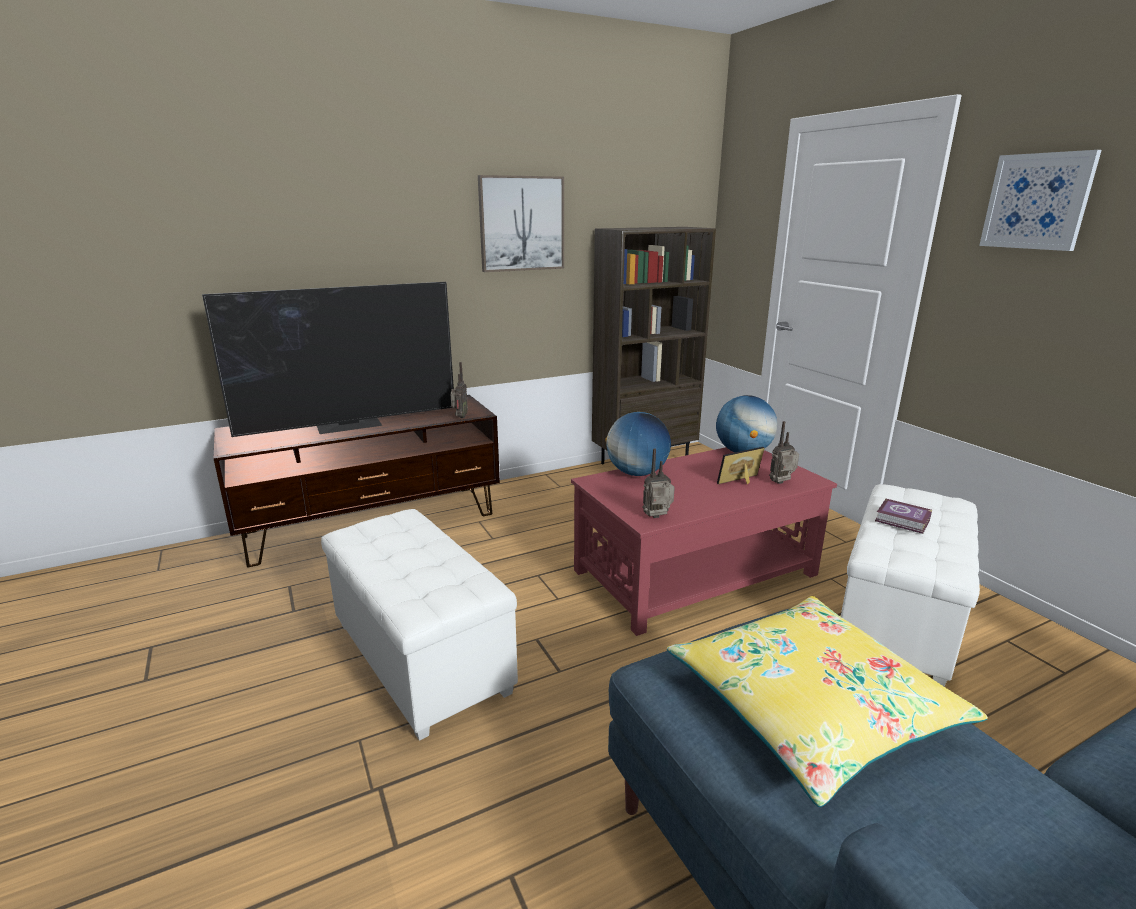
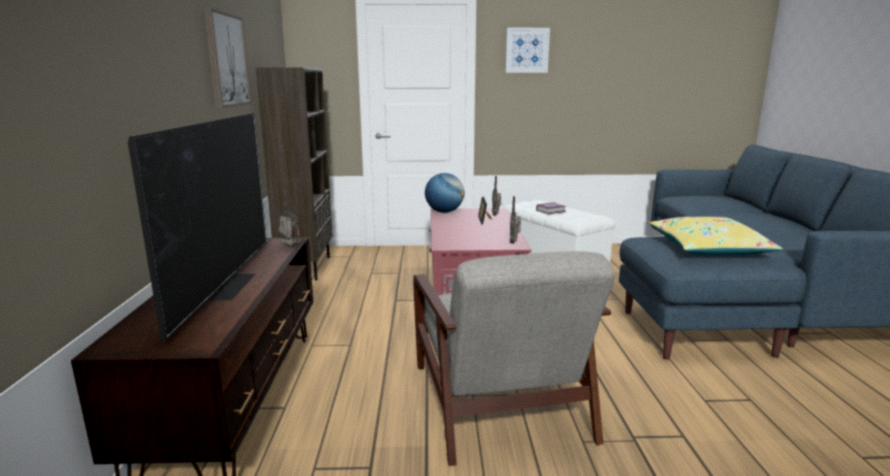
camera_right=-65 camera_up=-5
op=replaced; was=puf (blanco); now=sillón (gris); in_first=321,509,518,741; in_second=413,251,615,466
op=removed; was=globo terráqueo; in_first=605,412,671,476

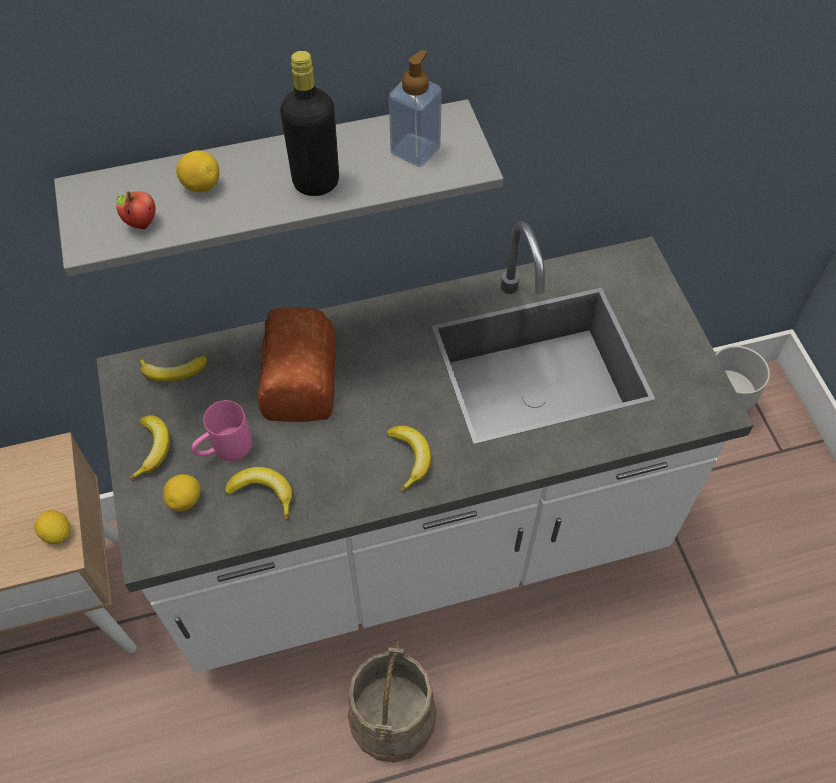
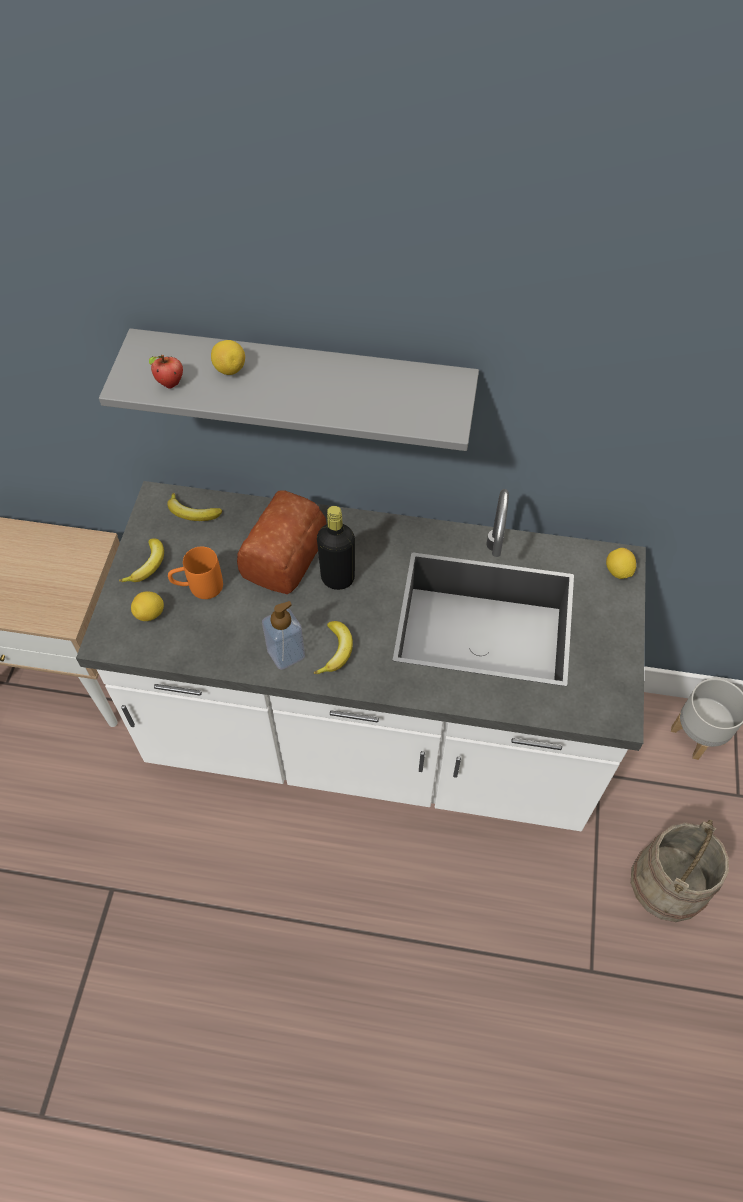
camera_right=25 camera_up=0
op=moved; was=limón; in_first=34,510,71,544; in_second=606,548,636,579
op=recoloured; was=taza grande (rosa); now=taza grande (naranja); in_first=192,400,252,461; in_second=168,546,223,599
op=removed; was=plátano; in_first=225,467,293,520
op=moved; was=botella (negro); in_first=280,51,339,196; in_second=317,506,355,590
op=moved; was=cubo (beis); in_first=348,641,436,762; in_second=631,820,729,922
op=moved; was=dispensador de jabón; in_first=389,50,442,167; in_second=262,601,305,670

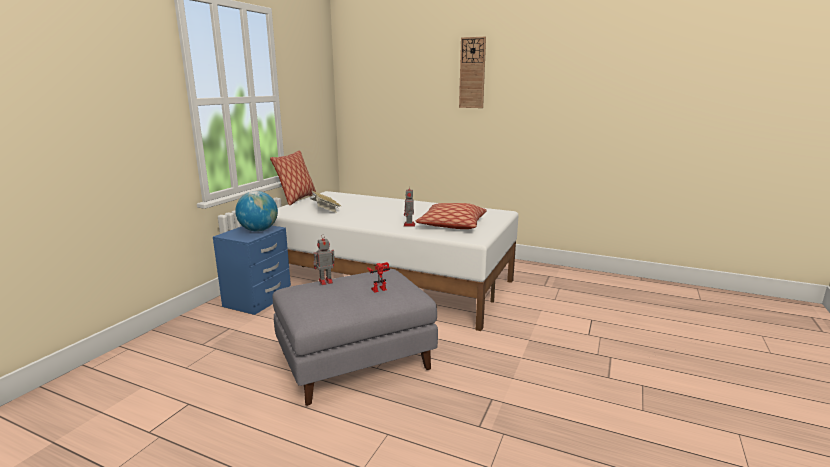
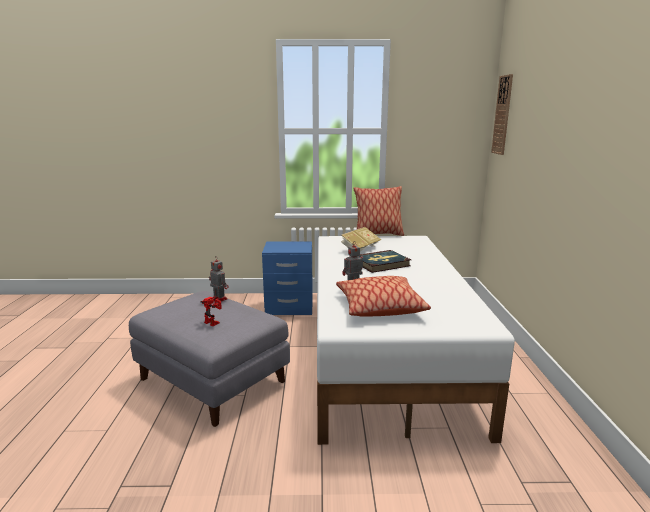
camera_right=65 camera_up=0
op=removed; was=globo terráqueo; in_first=235,191,278,232
op=moved; was=reloj de pared; in_first=459,37,486,108; in_second=491,74,513,155
op=added; now=libro; in_second=358,250,411,273

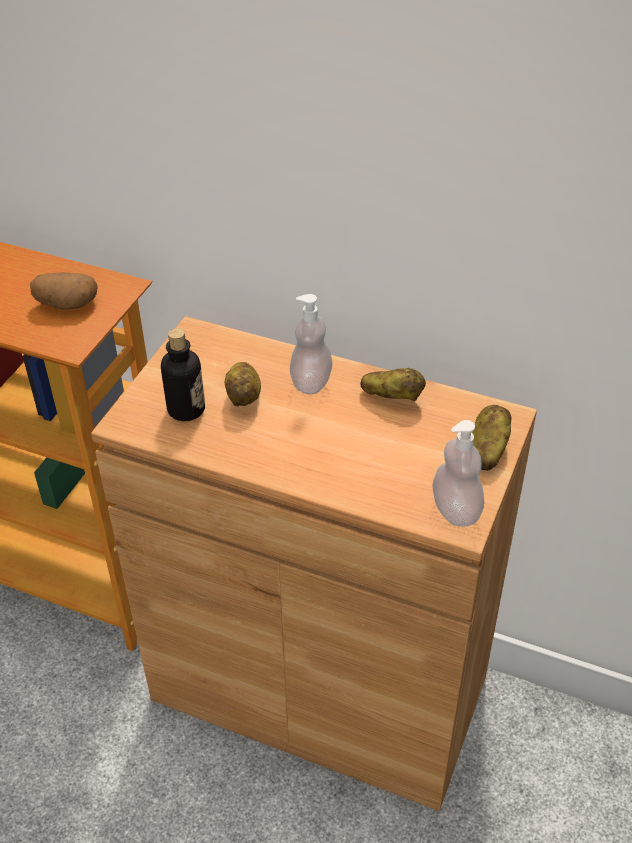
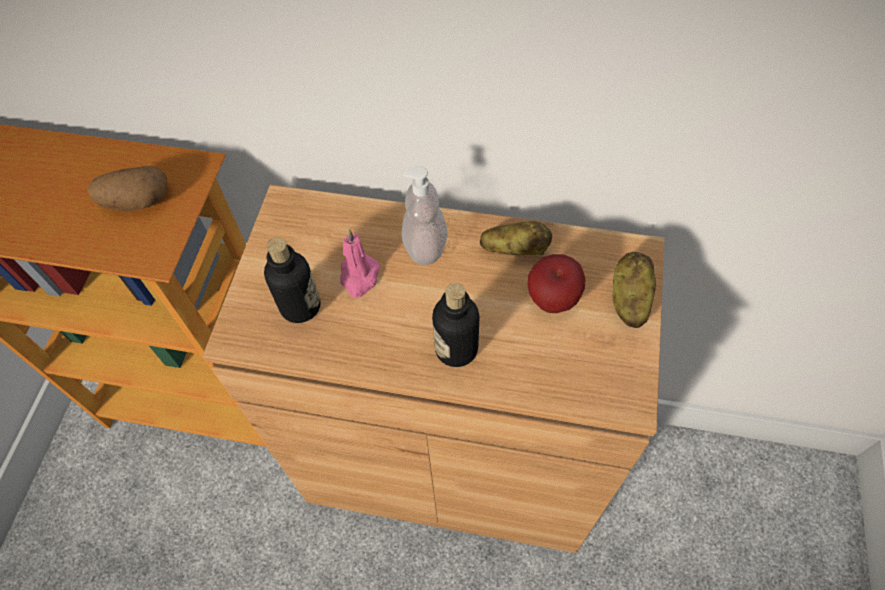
camera_right=-10 camera_up=15
op=replaced; was=patata; now=vela (rosa); in_first=225,362,261,407; in_second=340,229,380,298
op=removed; was=dispensador de jabón; in_first=432,420,484,527
op=added; now=botella; in_second=432,283,479,367
op=added; now=manzana; in_second=528,254,585,313

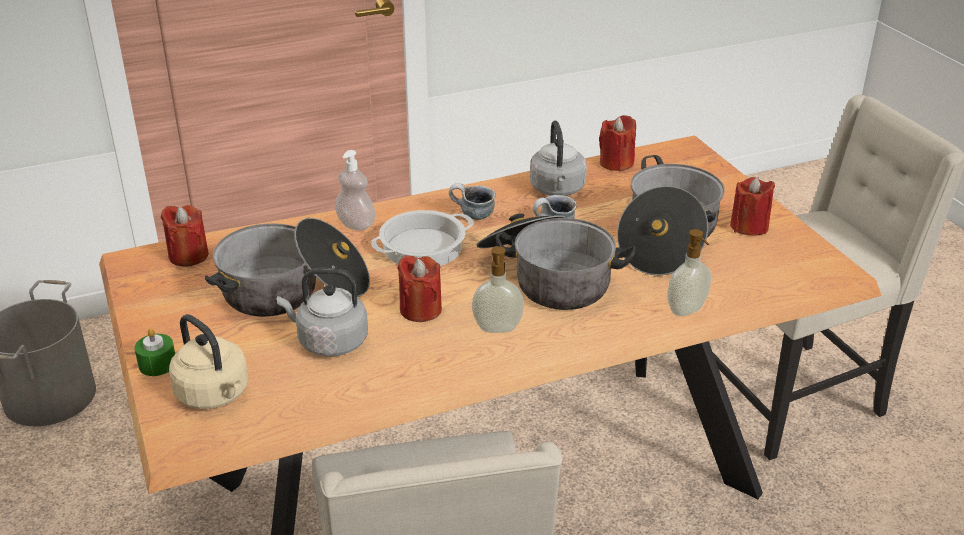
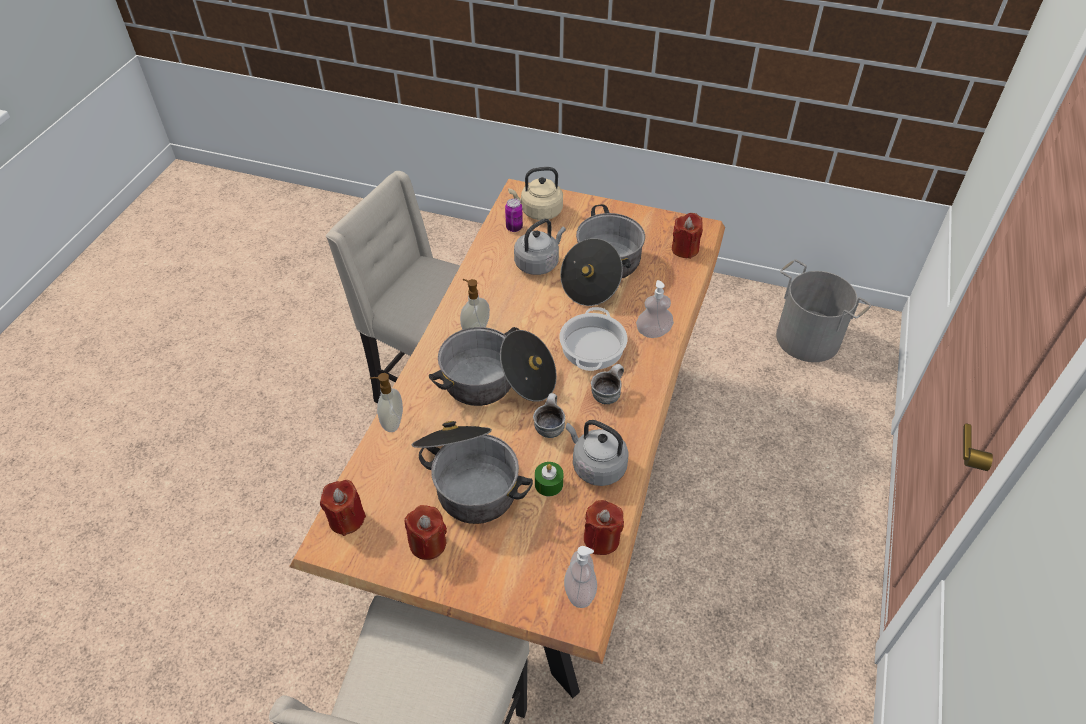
camera_right=130 camera_up=15
op=moved; was=vela (verde); in_first=134,328,175,376; in_second=535,462,563,496
op=moved; was=vela (rojo); in_first=397,255,442,322; in_second=320,480,366,536
op=added; now=lata; in_second=505,198,523,232
op=added; now=dispensador de jabón; in_second=564,546,597,608

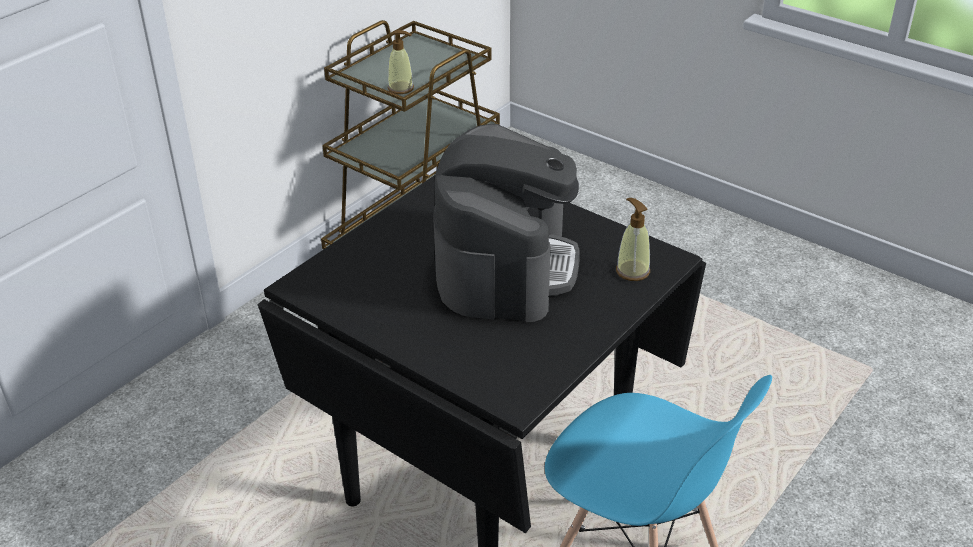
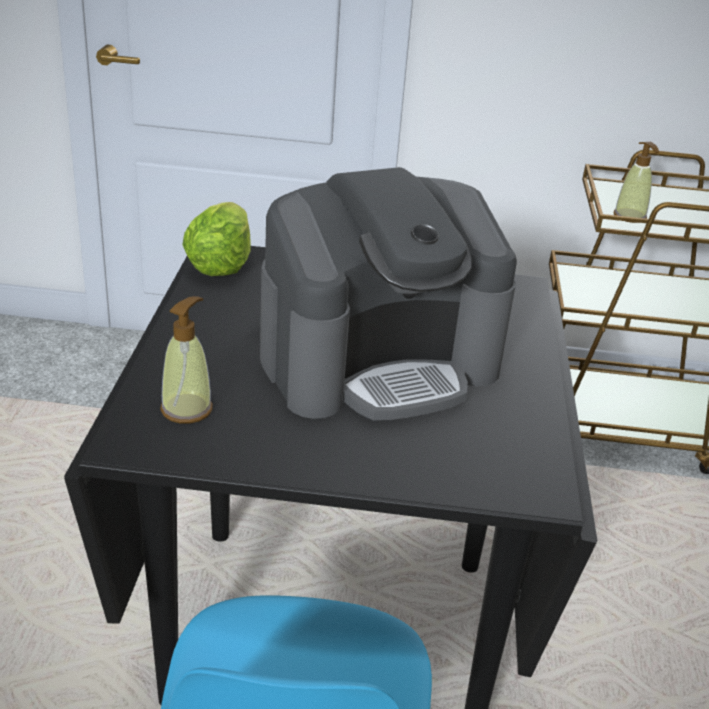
camera_right=55 camera_up=-5
op=moved; was=dispensador de jabón; in_first=616,198,650,281; in_second=160,296,213,423
op=added; now=lechuga; in_second=182,202,251,276

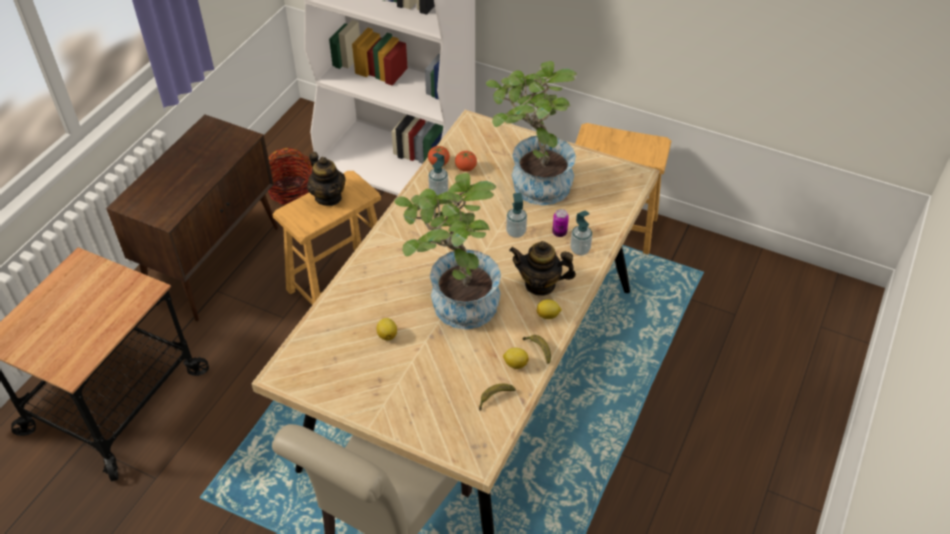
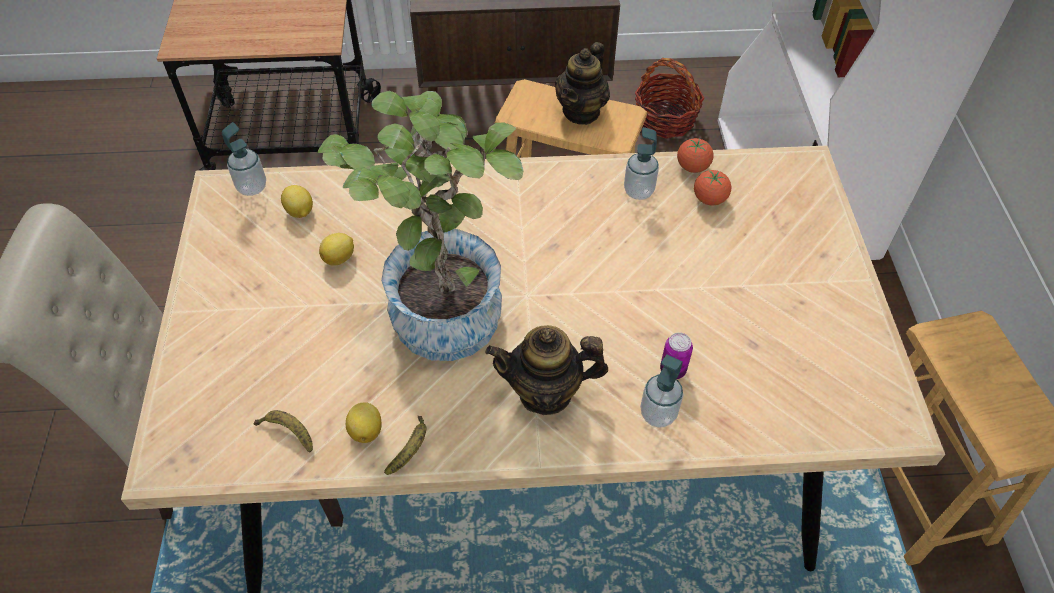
camera_right=60 camera_up=5
op=removed; was=planta en maceta; in_first=486,61,577,205
op=moved; was=dispensador de jabón; in_first=506,193,527,238; in_second=222,122,266,196
op=turned; was=tetera; in_first=509,241,576,296; in_second=486,325,608,415; clockwise=-75
op=moved; was=limón; in_first=537,299,561,319; in_second=281,185,313,218

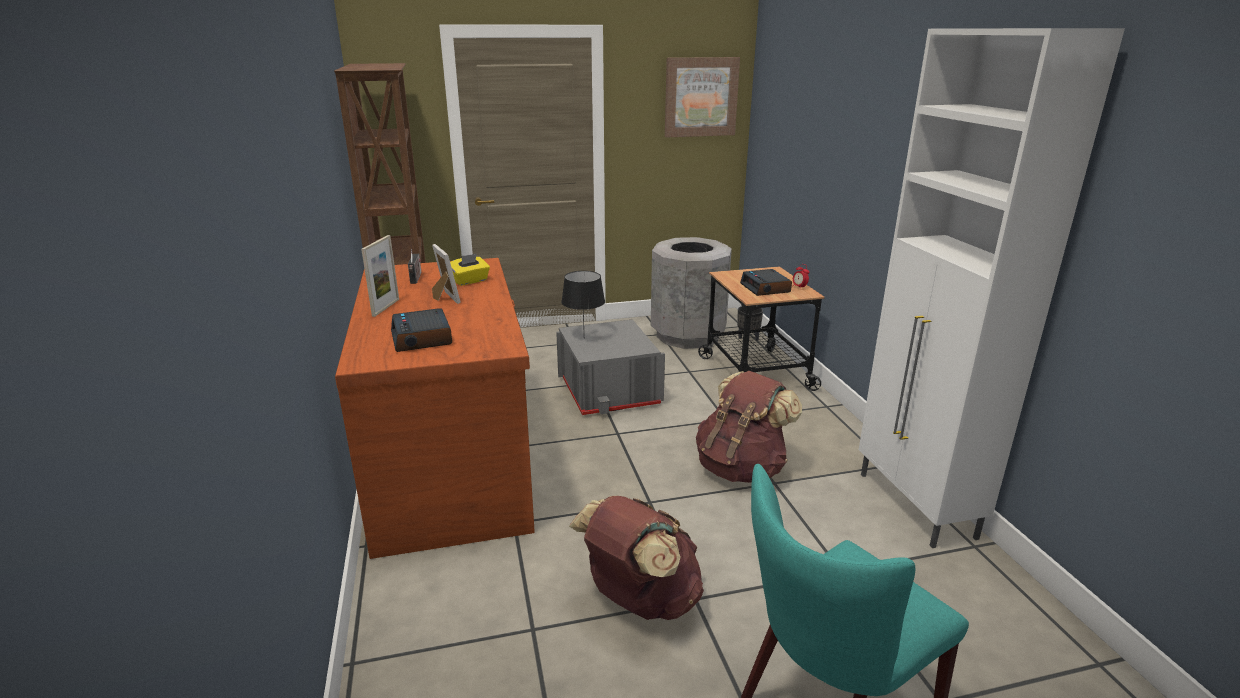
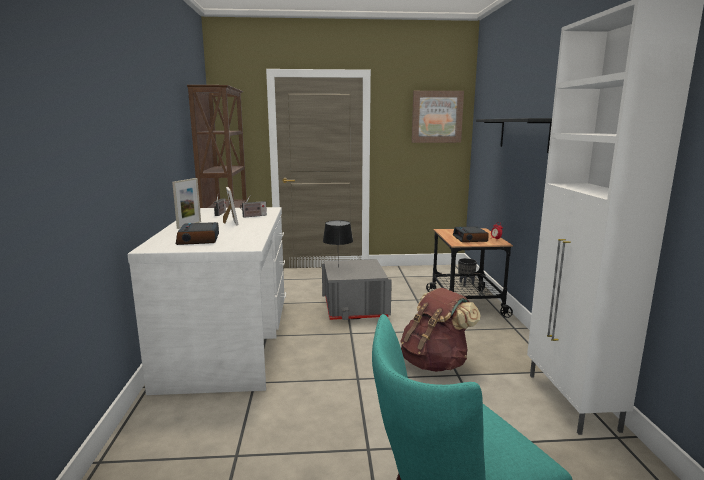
camera_right=10 camera_up=-10
op=recoloured; was=escritorio (marrón); now=escritorio (blanco); in_first=335,258,535,559; in_second=127,207,286,395
op=replaced; was=caja de pañuelos (amarillo); now=radio; in_first=450,254,490,286; in_second=240,195,267,218
op=removed; was=mochila (marrón); in_first=569,496,704,620
op=removed; was=papelera (gris); in_first=651,237,732,349
op=added; now=estante (negro); in_second=476,118,552,153

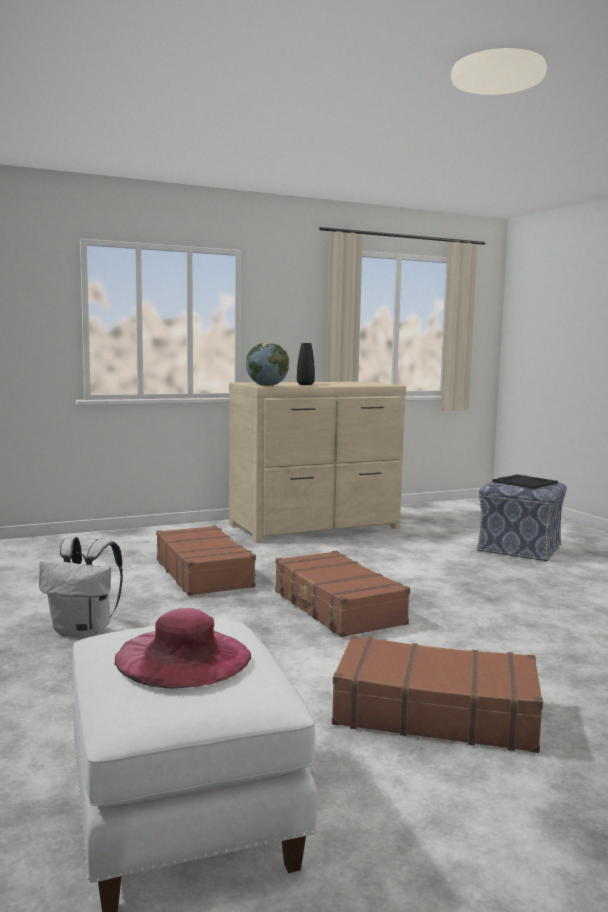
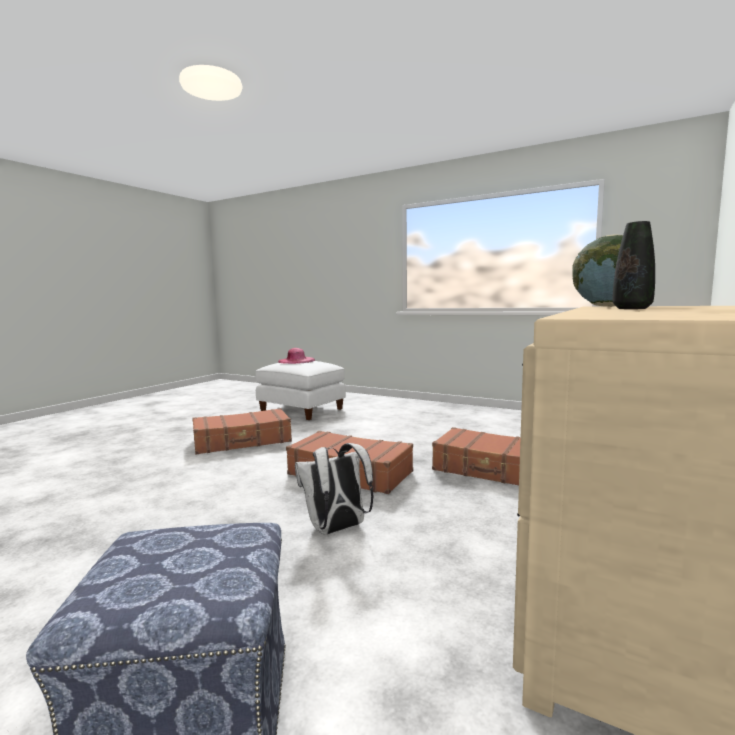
camera_right=145 camera_up=0
op=moved; was=mochila (blanco); in_first=39,537,123,638; in_second=295,443,374,534
op=removed; was=bandeja (negro); in_first=492,475,558,489

